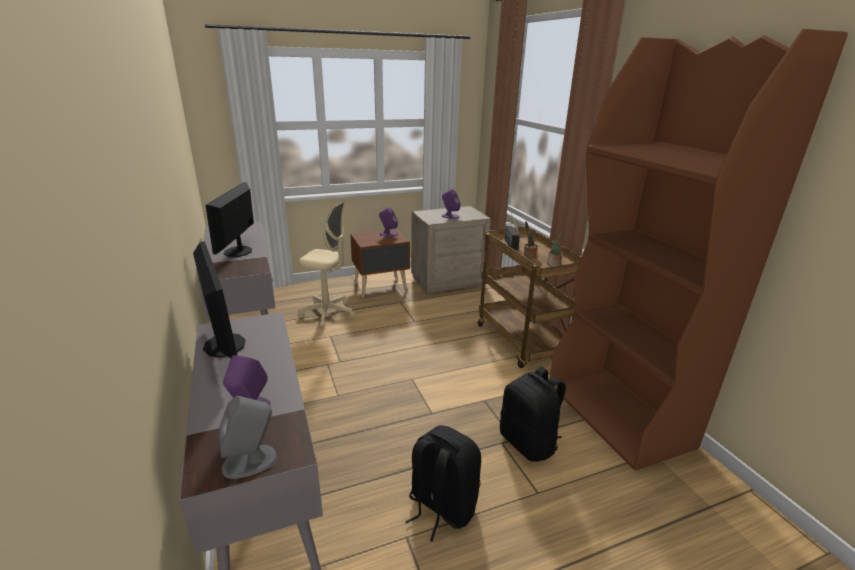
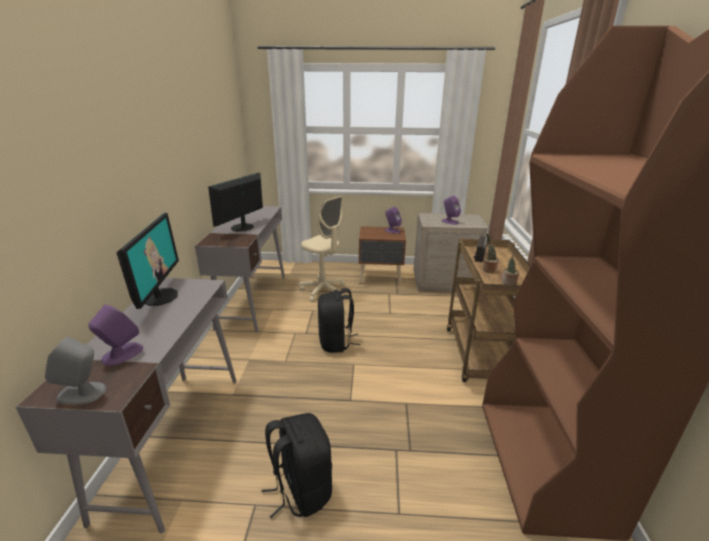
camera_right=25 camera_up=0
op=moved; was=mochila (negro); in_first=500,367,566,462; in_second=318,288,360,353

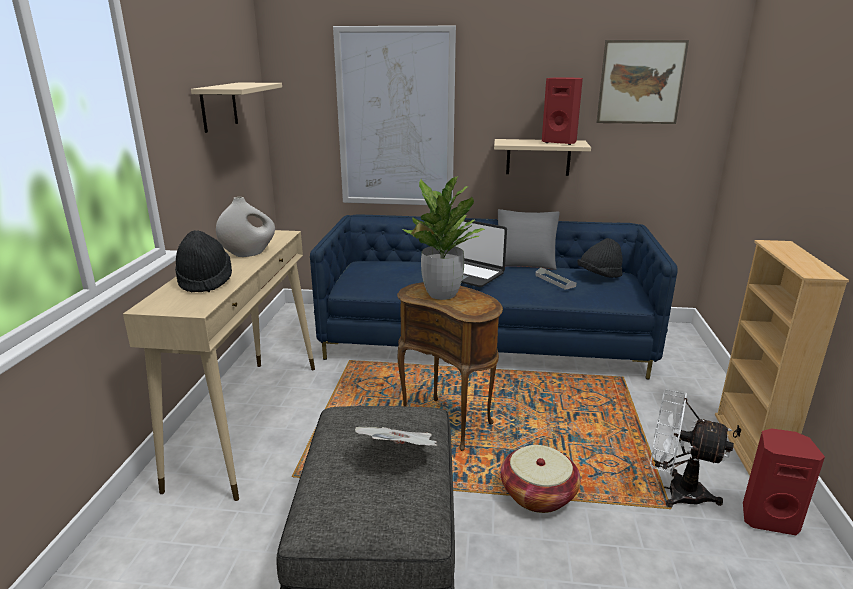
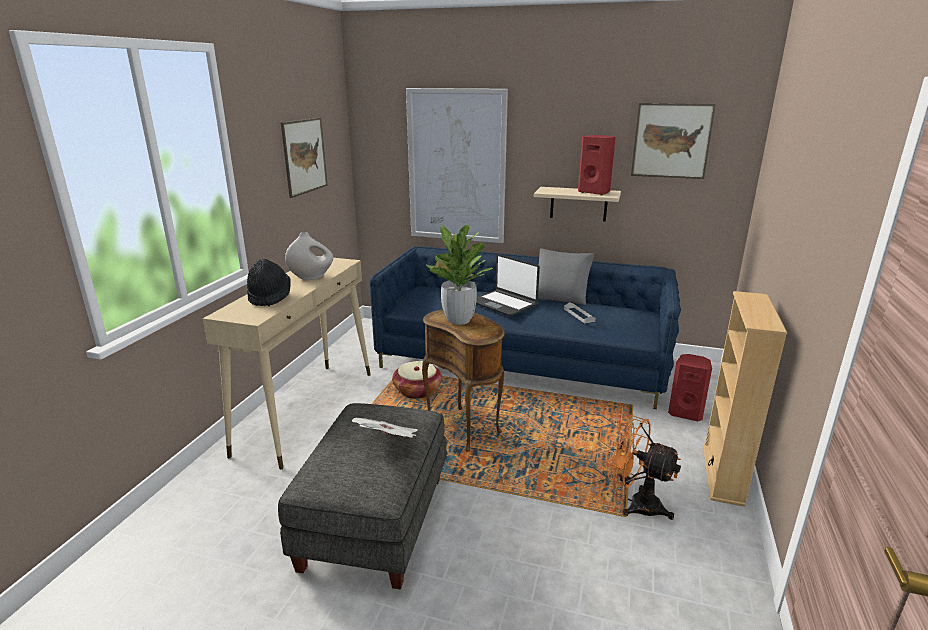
camera_right=10 camera_up=0
op=replaced; was=estante (beis); now=cuadro; in_first=191,83,282,133; in_second=281,118,328,198
op=moved; was=cesta; in_first=500,445,581,513; in_second=392,361,442,399
op=removed; was=sombrero (negro); in_first=577,238,623,278
op=recoloured; was=ventilador (blanco); now=ventilador (naranja); in_first=650,389,734,508; in_second=608,415,681,520
op=moved; was=altavoz (rojo); in_first=743,428,825,535; in_second=668,354,712,422

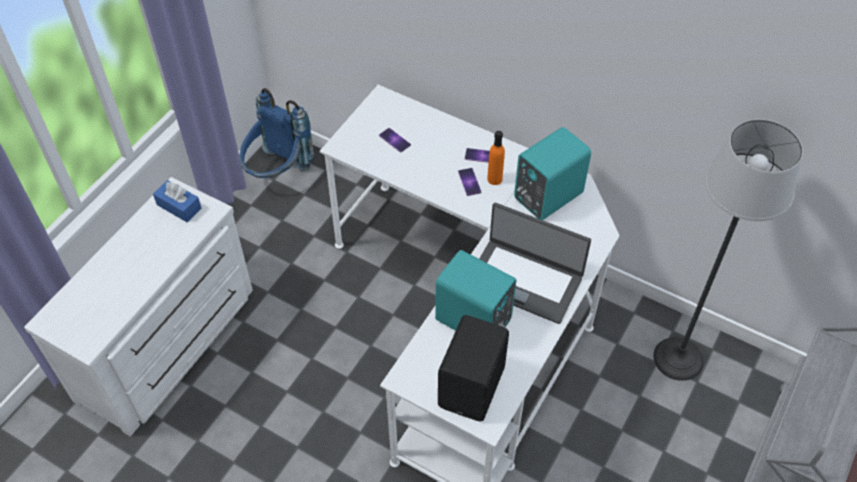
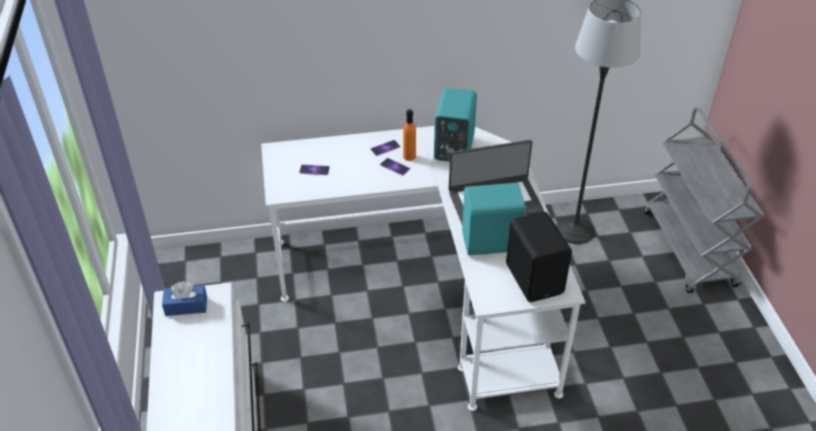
camera_right=-40 camera_up=-10
op=removed; was=mochila (azul); in_first=240,88,314,178

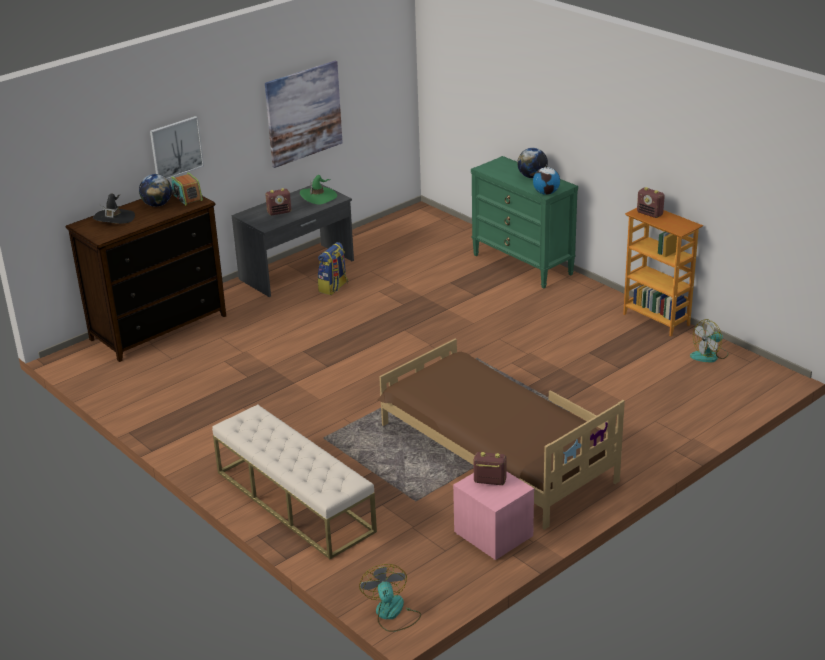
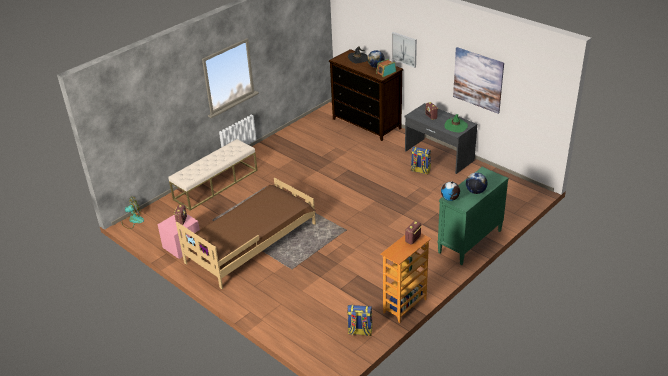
camera_right=85 camera_up=5
op=replaced; was=ventilador; now=mochila; in_first=690,319,729,363; in_second=347,305,372,337

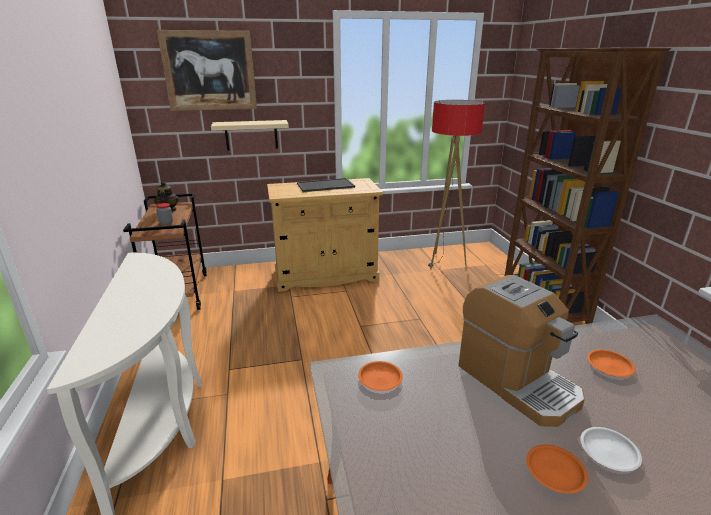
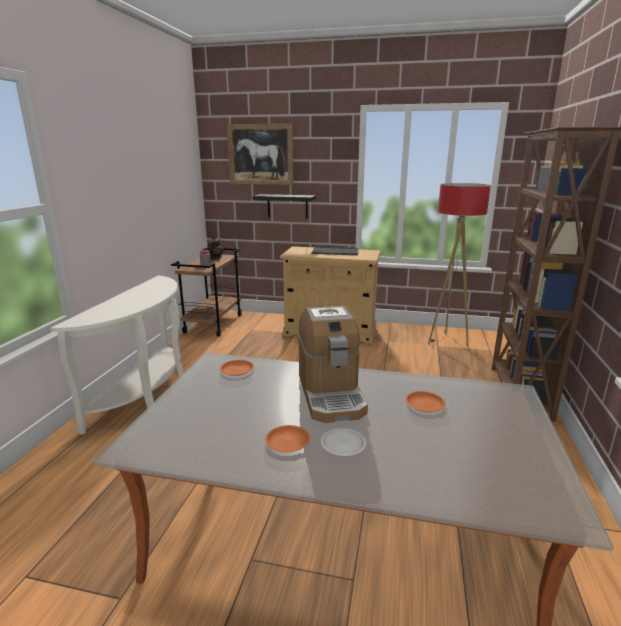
camera_right=25 camera_up=-5
op=recoloured; was=estante (beis); now=estante (negro); in_first=211,120,289,151; in_second=253,194,316,219

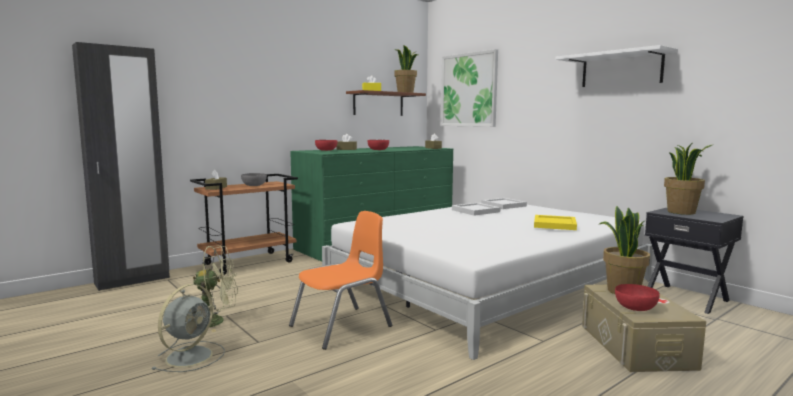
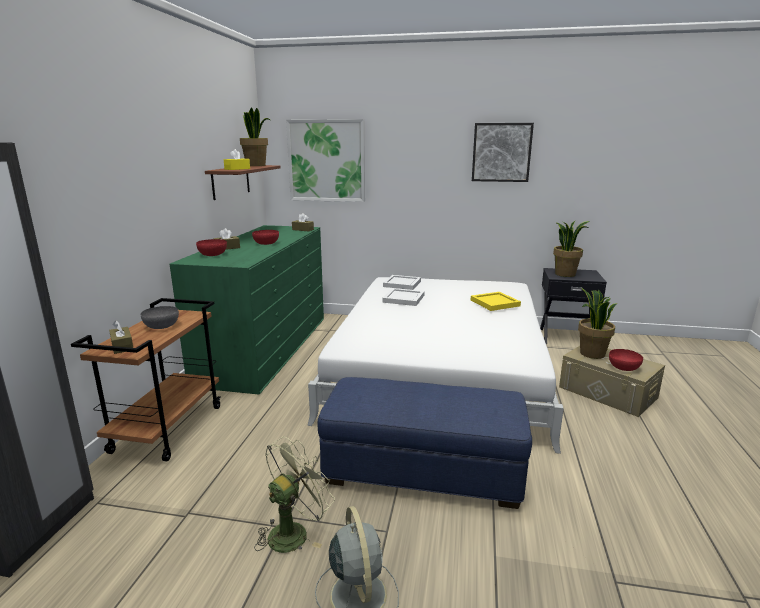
camera_right=-40 camera_up=10
op=replaced; was=silla (naranja); now=puf (azul); in_first=289,211,392,350; in_second=317,377,532,509
op=replaced; was=estante (blanco); now=cuadro; in_first=555,45,678,87; in_second=472,123,534,182

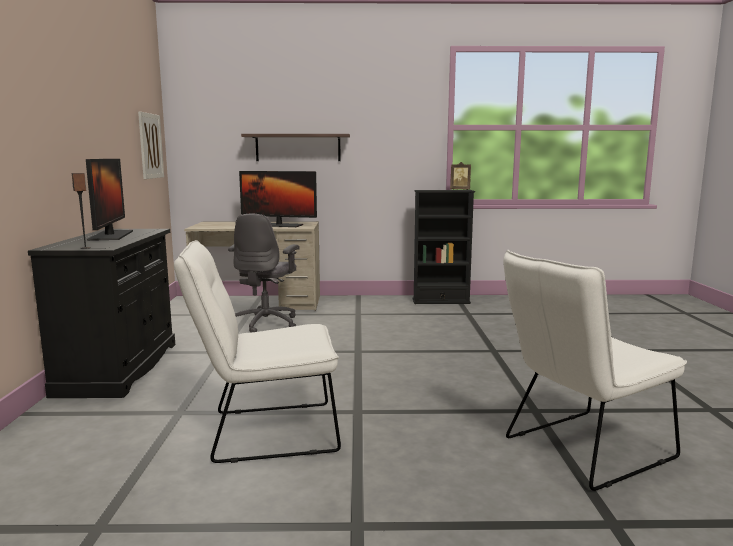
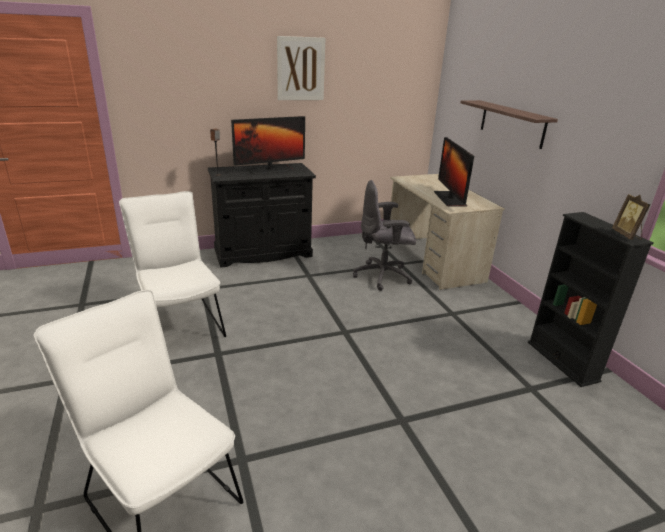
camera_right=70 camera_up=15
op=moved; was=cuadro; in_first=138,112,164,179; in_second=277,36,325,100

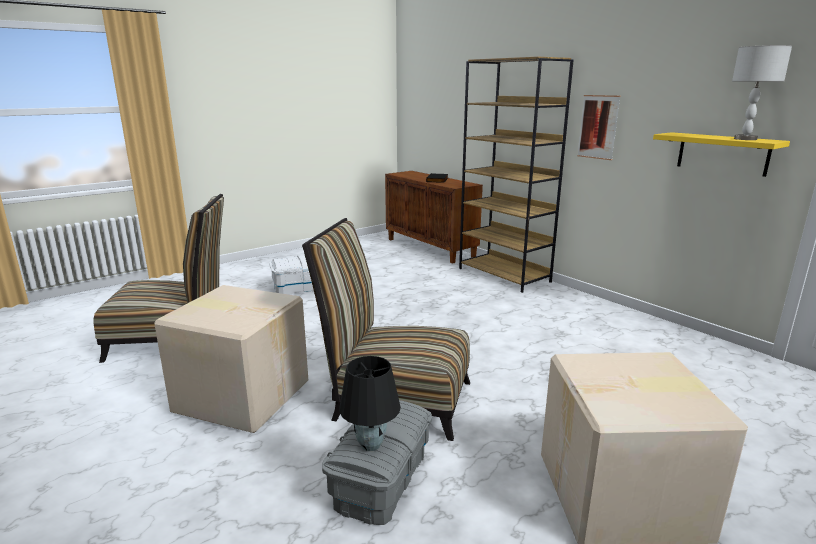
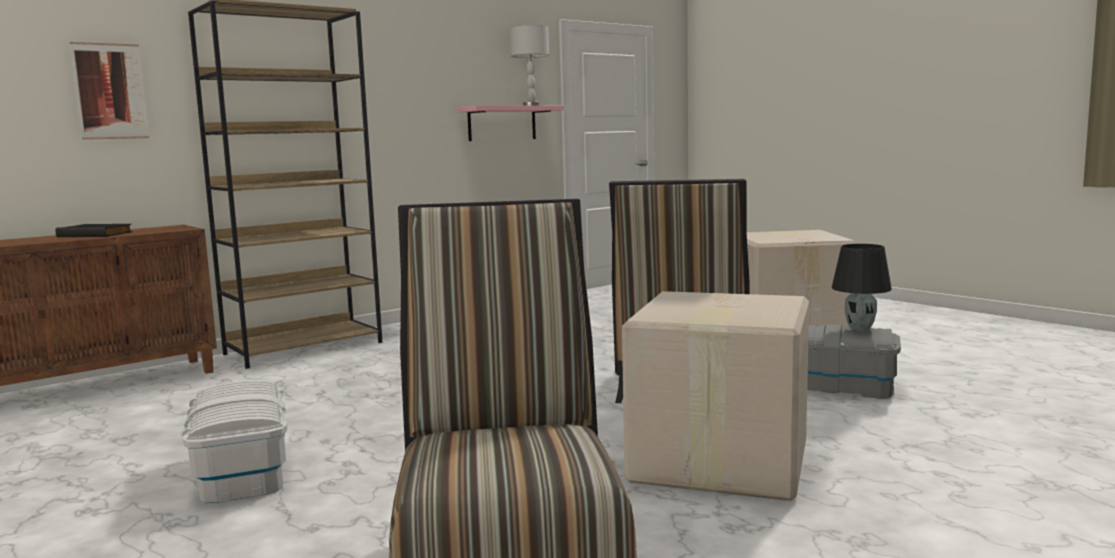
camera_right=-90 camera_up=-10
op=moved; was=cuadro; in_first=577,95,621,160; in_second=70,42,149,140
op=recoloured; was=estante (amarillo); now=estante (rosa); in_first=653,132,790,177; in_second=457,105,564,141

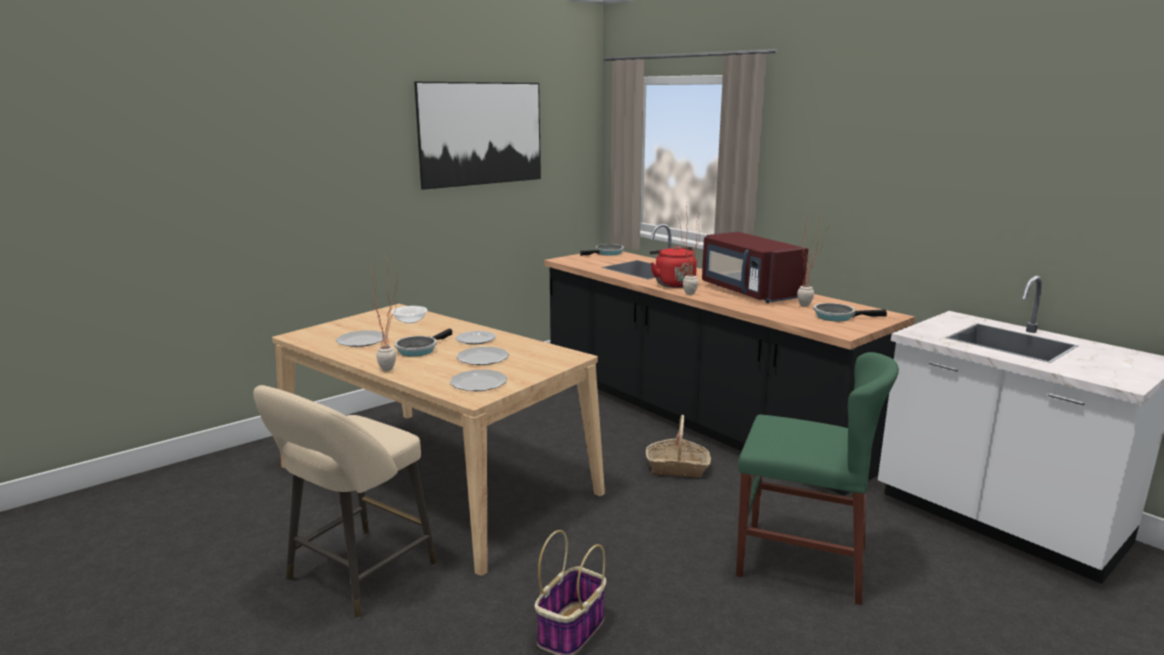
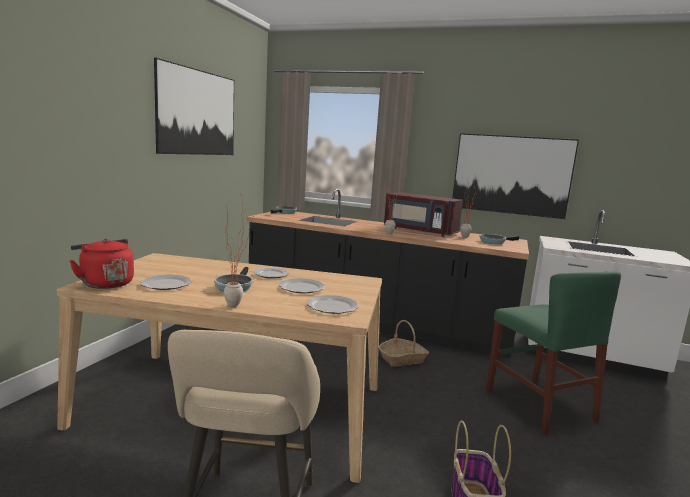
camera_right=-30 camera_up=-5
op=removed; was=cuenco; in_first=392,306,427,323
op=moved; was=hervidor (rojo); in_first=650,246,697,288; in_second=70,239,134,289
op=turned; was=silla (verde); in_first=736,352,899,605; in_second=486,271,621,436; clockwise=75
op=added; now=cuadro; in_second=452,133,579,219

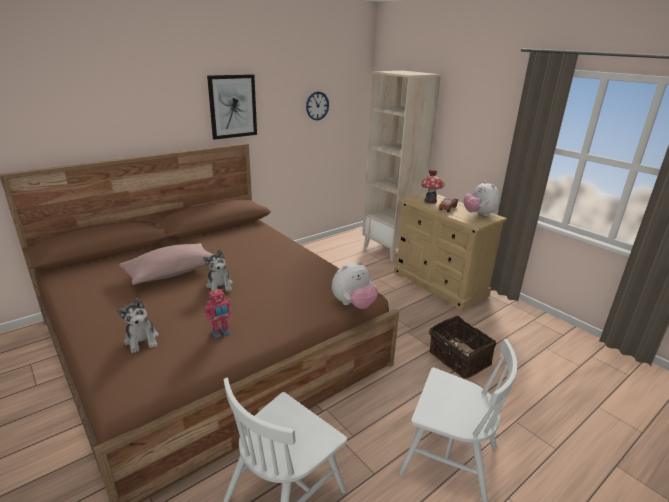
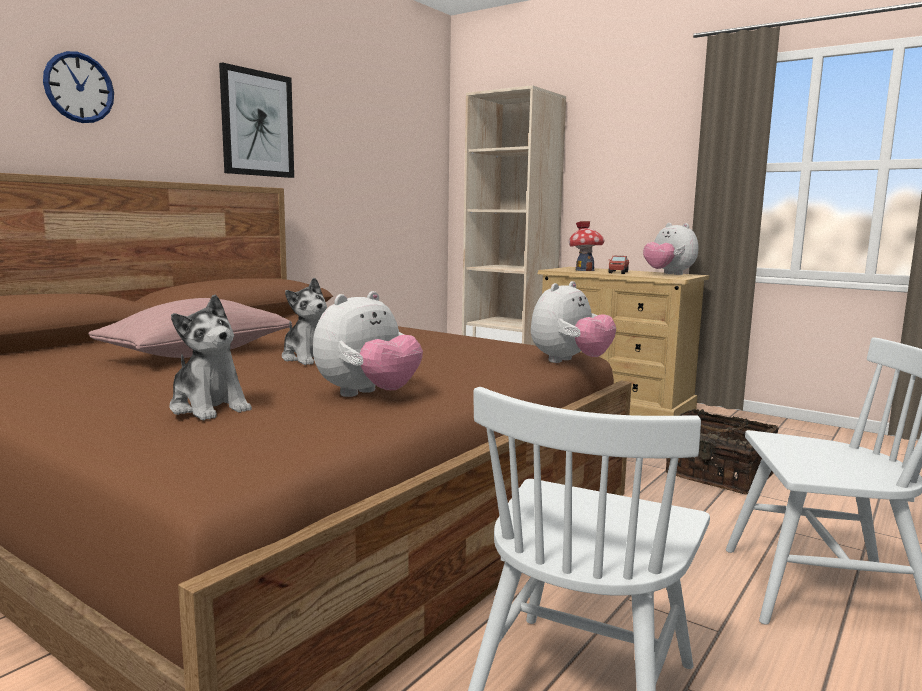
camera_right=-15 camera_up=-15
op=replaced; was=robot de juguete; now=peluche; in_first=205,289,233,338; in_second=313,291,423,397
op=moved; was=reloj de pared; in_first=306,91,329,120; in_second=43,51,114,123

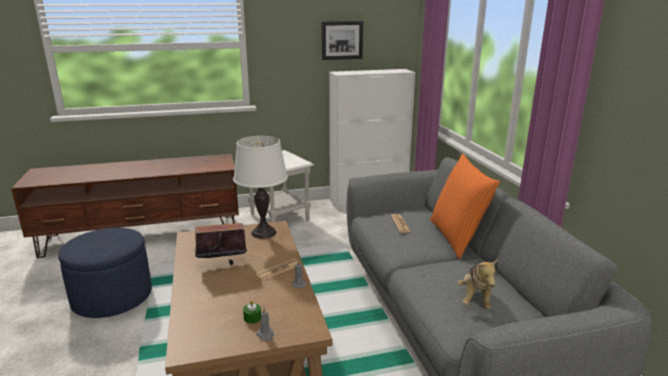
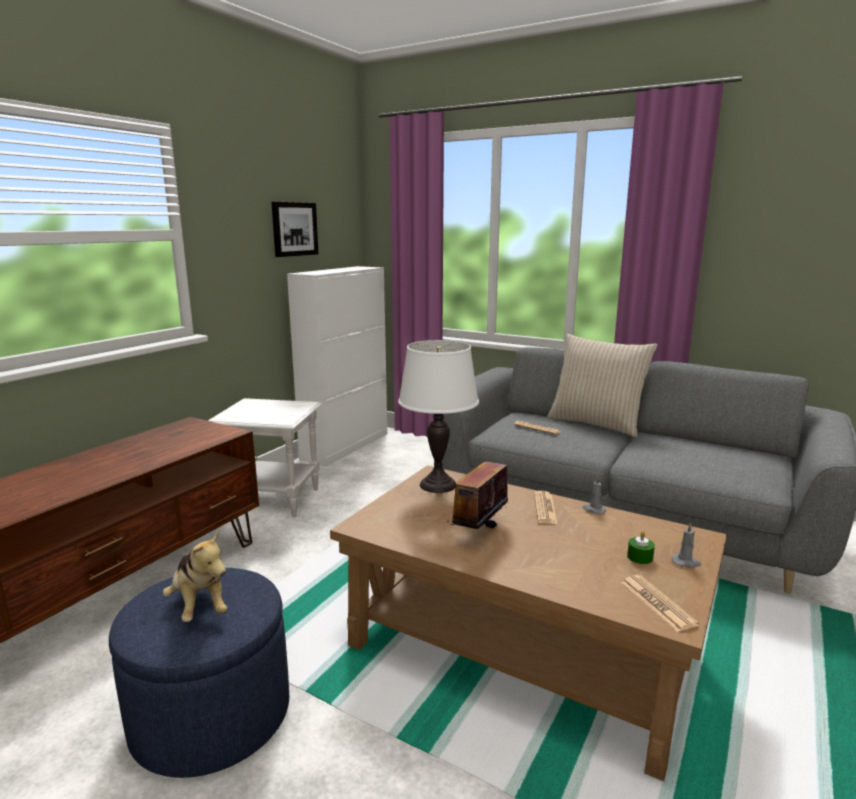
camera_right=-45 camera_up=-5
op=recoloured; was=cojín (naranja); now=cojín (beis); in_first=430,154,500,259; in_second=547,334,657,438
op=moved; was=peluche; in_first=457,259,498,310; in_second=163,530,228,622
op=added; now=periódico; in_second=621,575,699,632

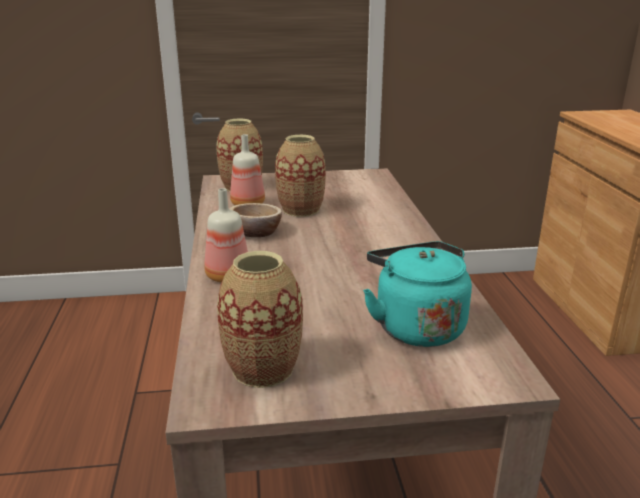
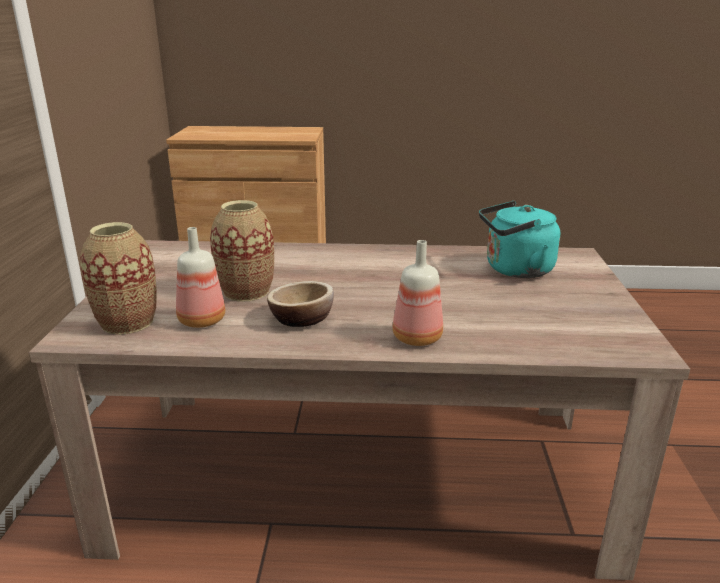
camera_right=-80 camera_up=0
op=removed; was=florero; in_first=217,251,303,388

